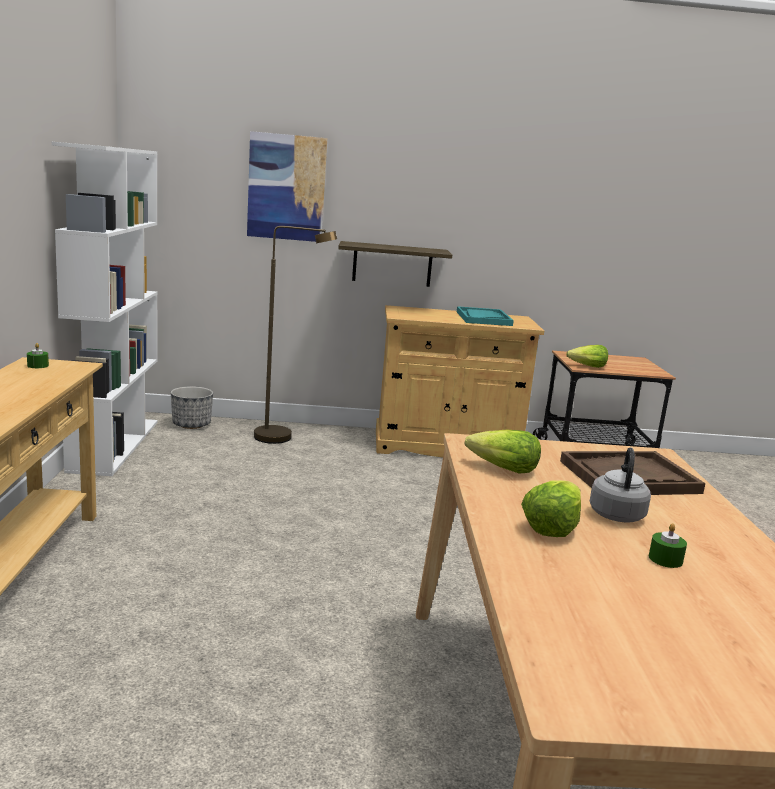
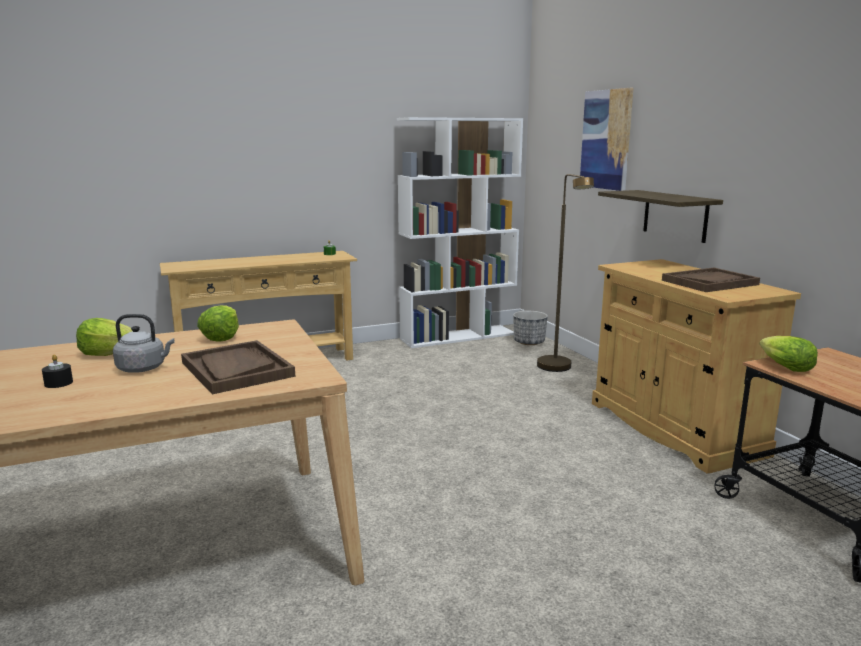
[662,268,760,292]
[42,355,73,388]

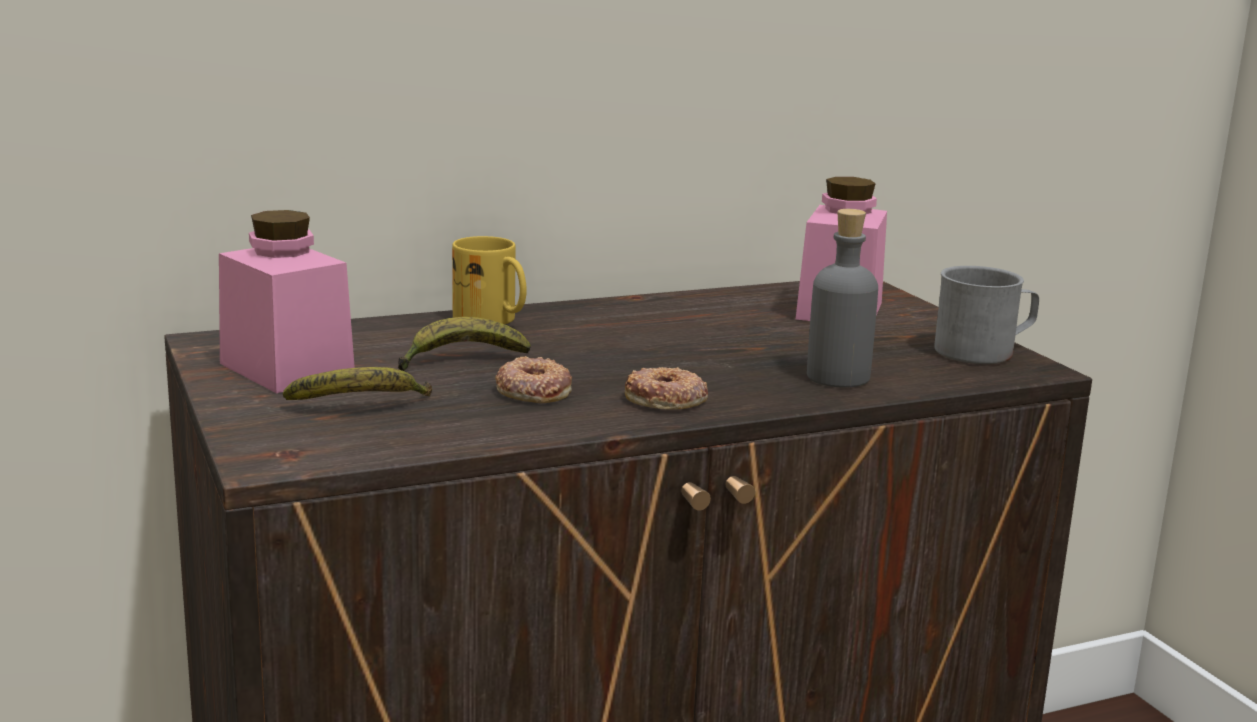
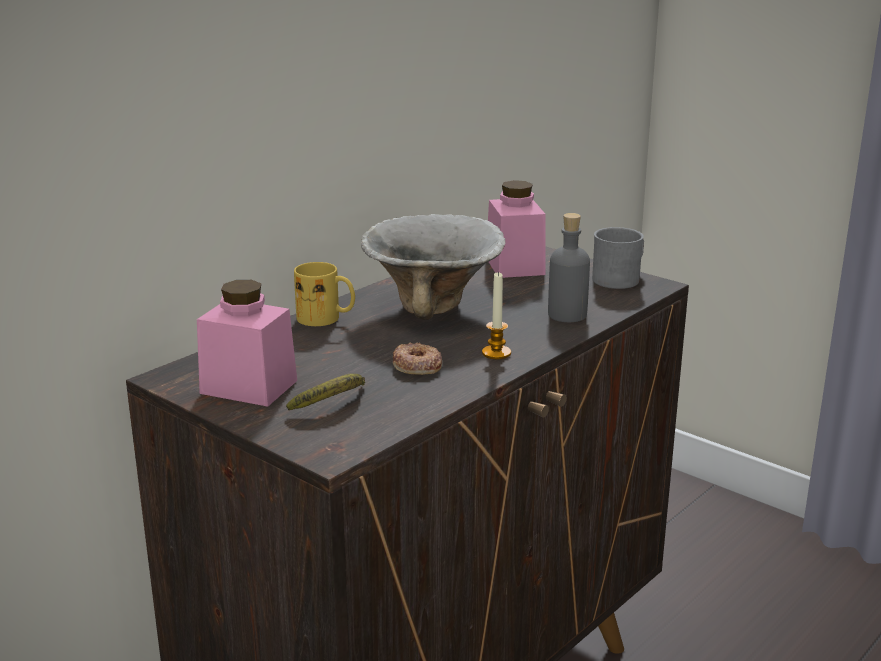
[398,317,531,371] (first image)
[361,214,505,320]
[482,271,511,359]

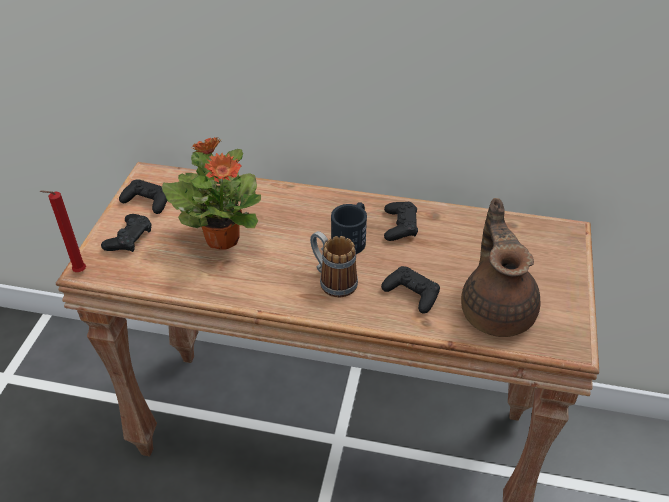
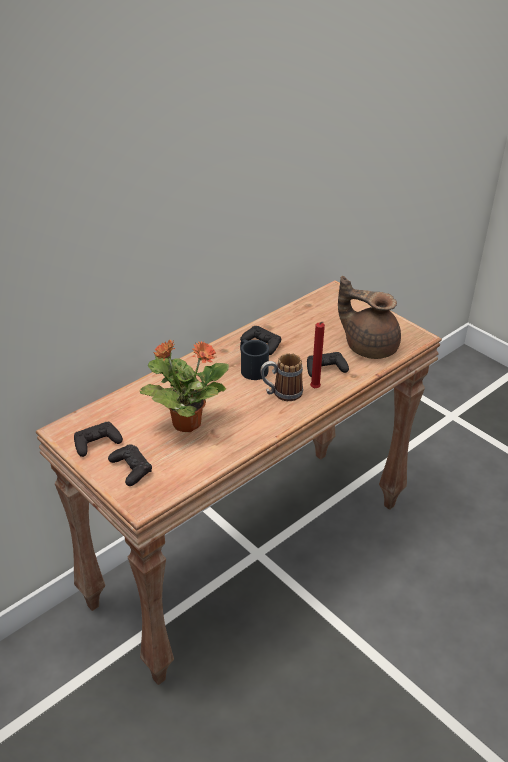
[310,321,325,388]

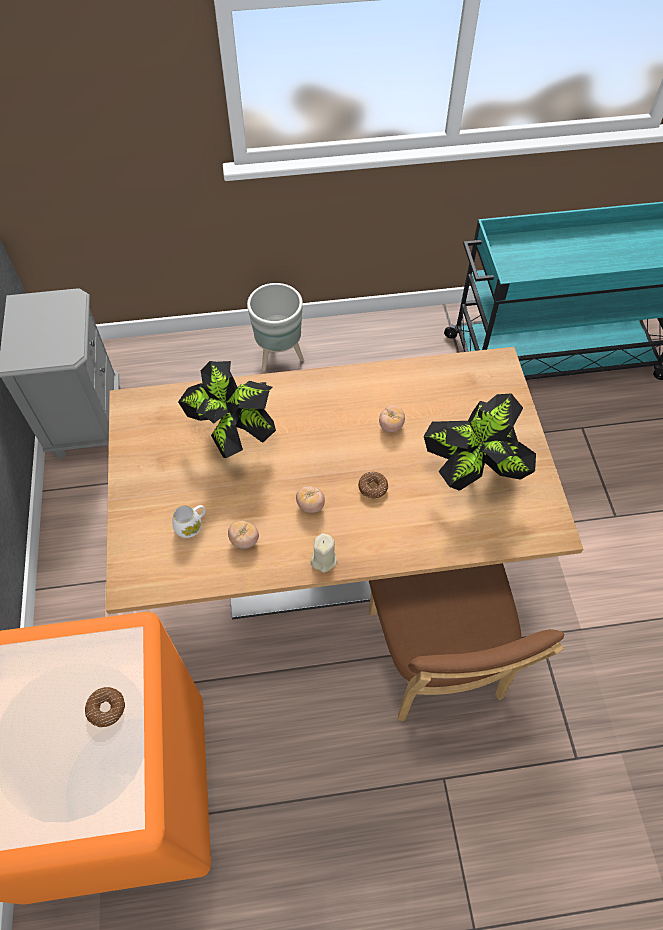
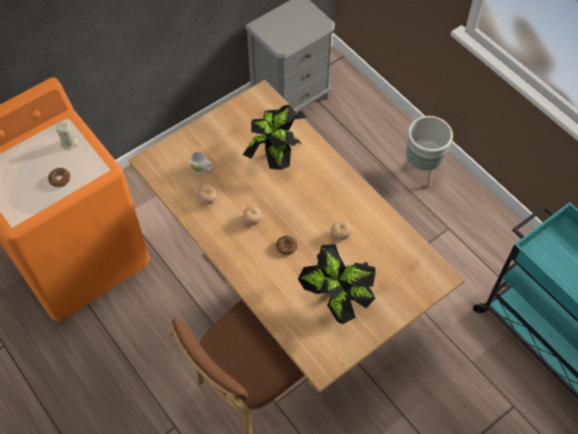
[56,122,79,150]

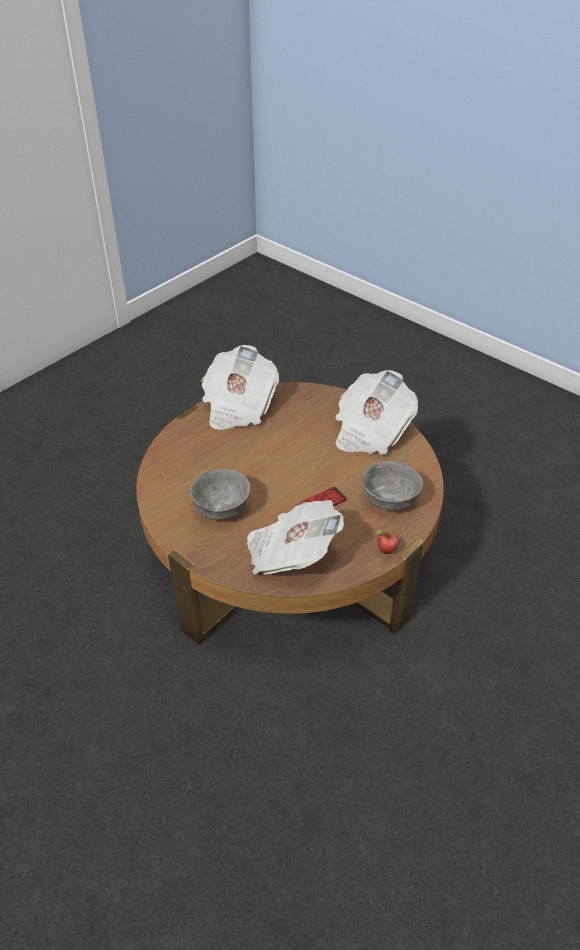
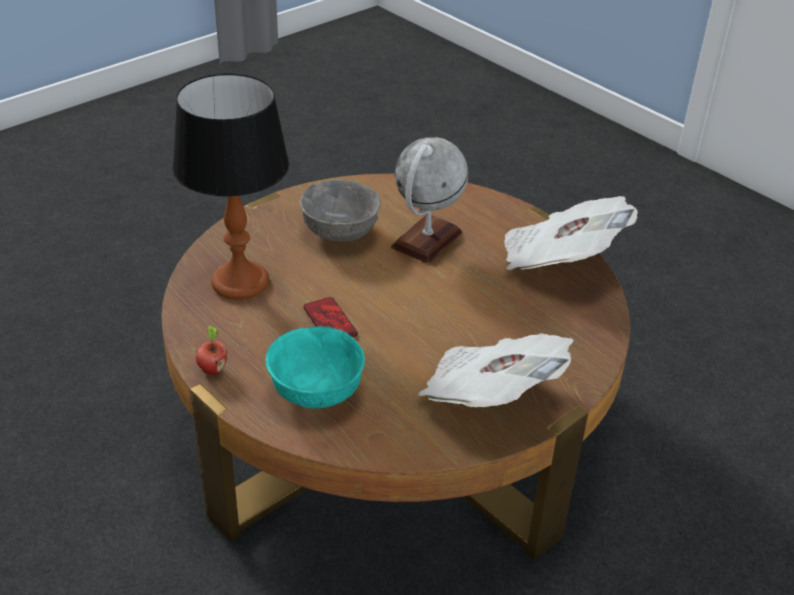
[391,137,468,264]
[172,73,289,300]
[265,326,365,409]

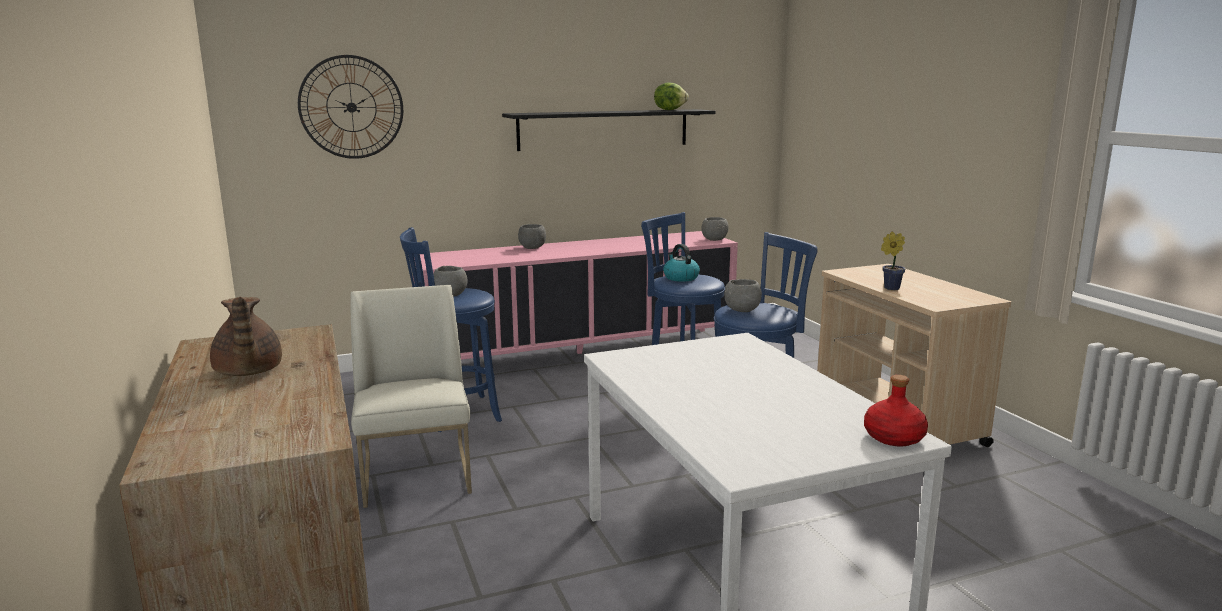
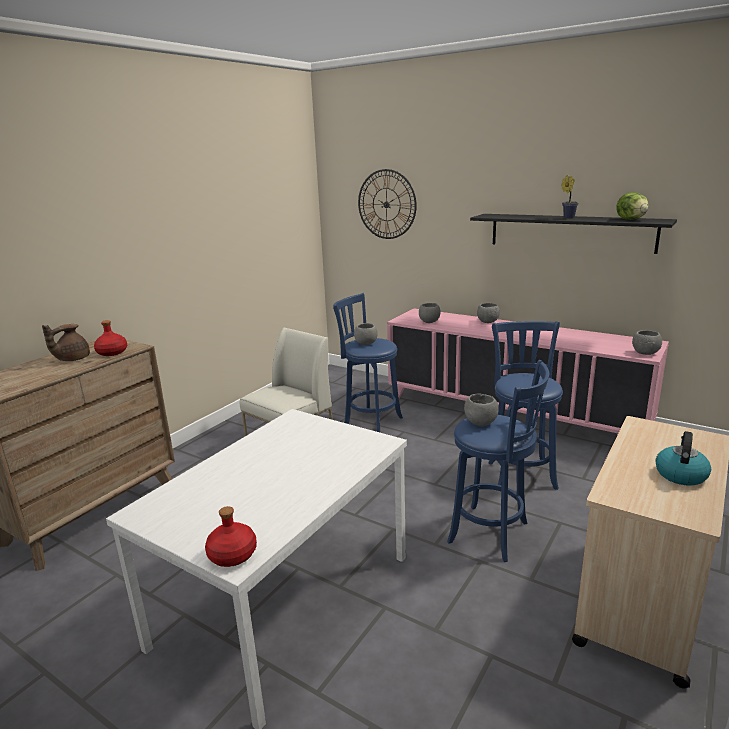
[94,320,127,356]
[419,303,441,323]
[655,431,711,486]
[561,175,579,219]

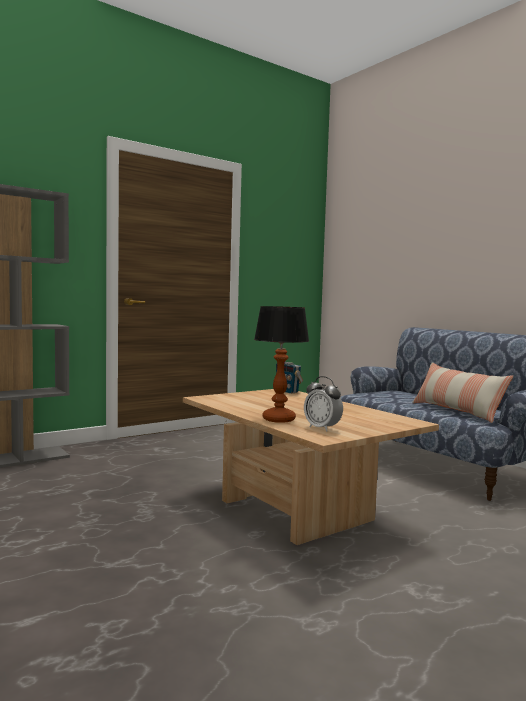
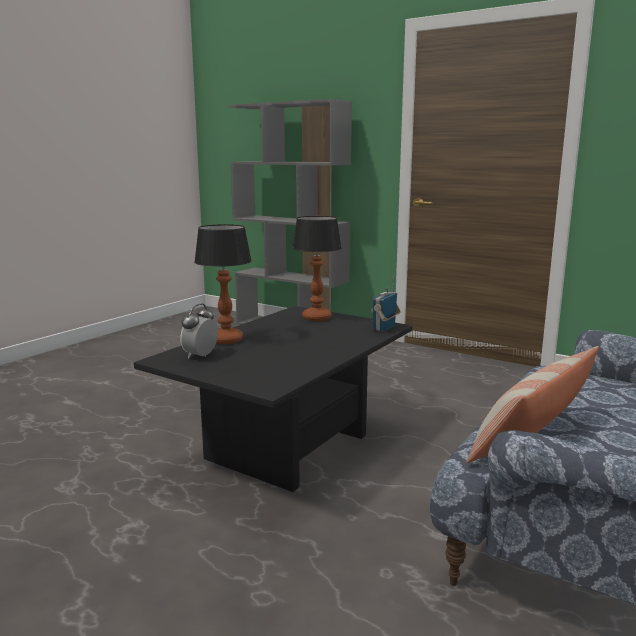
[292,216,342,321]
[134,306,412,492]

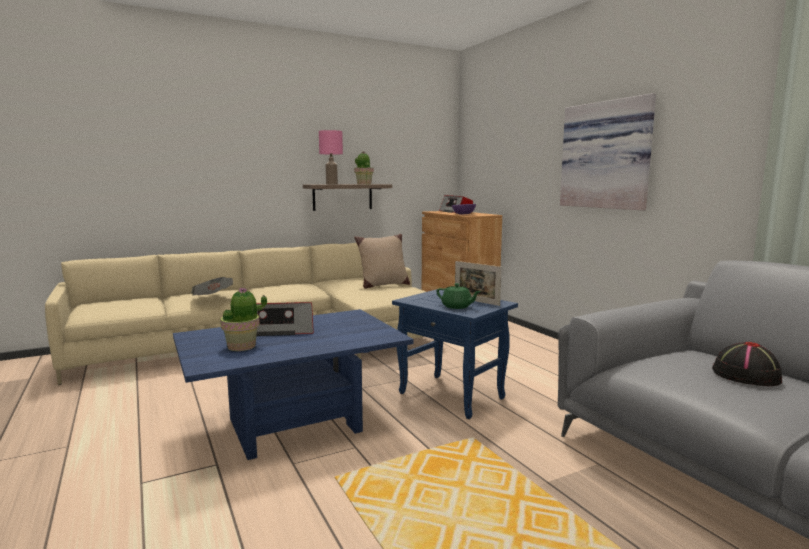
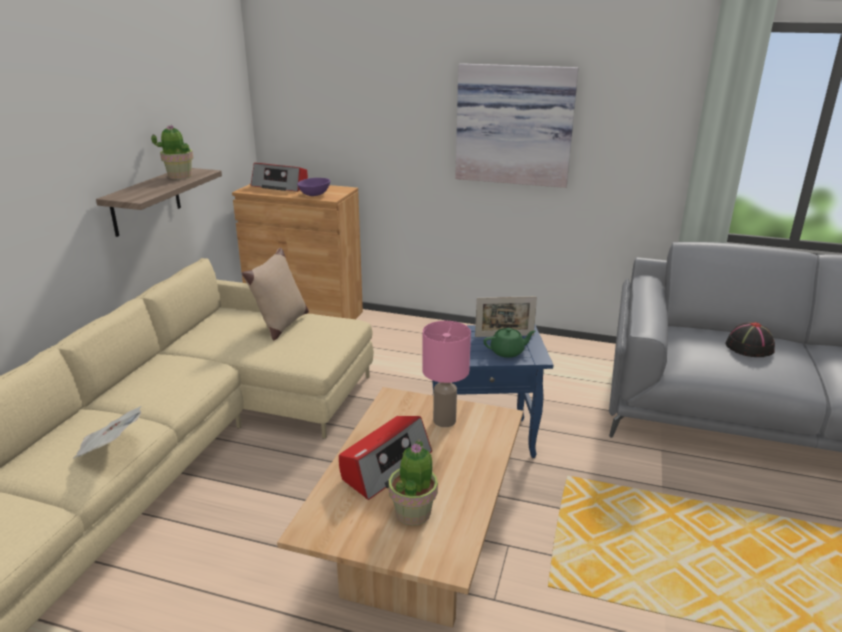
[422,321,471,427]
[277,387,523,628]

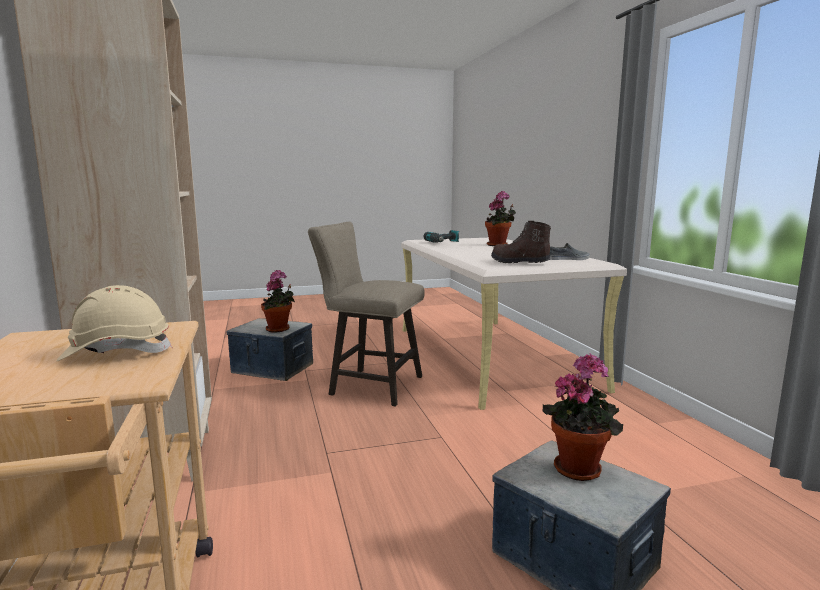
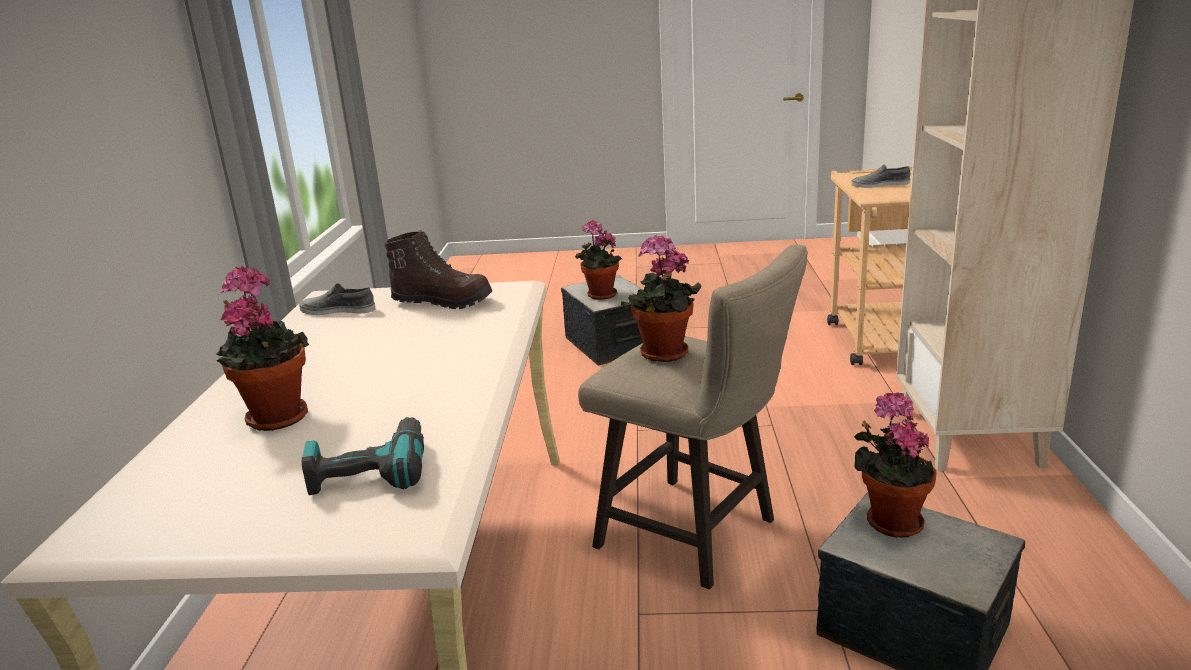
[621,235,701,362]
[851,164,910,188]
[385,230,493,309]

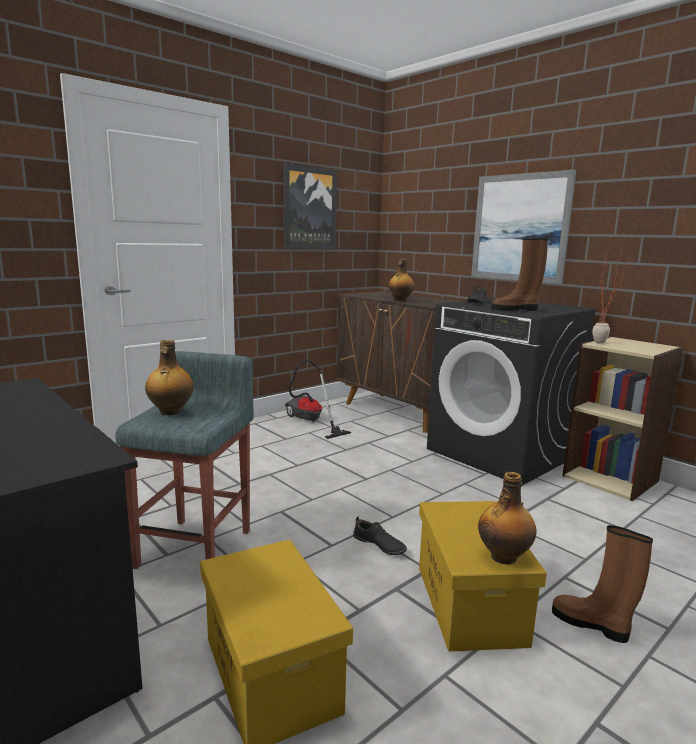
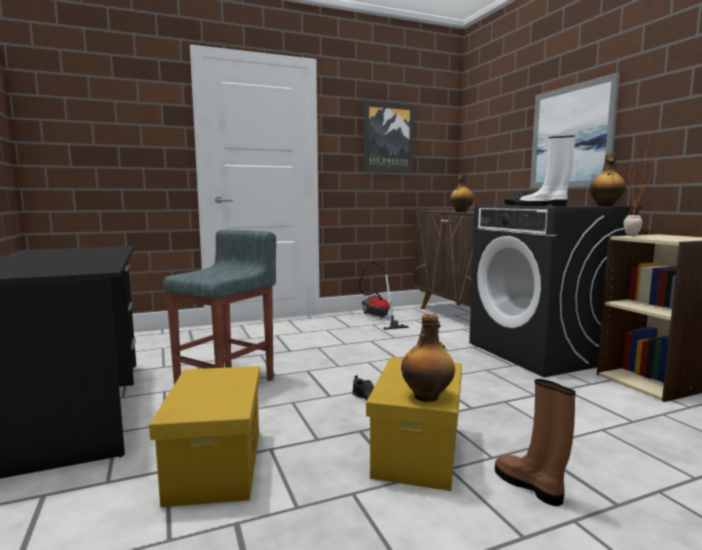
[590,154,626,206]
[519,135,575,206]

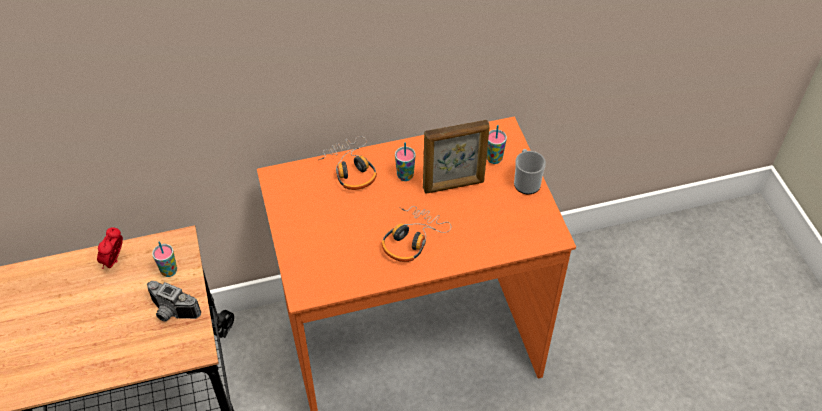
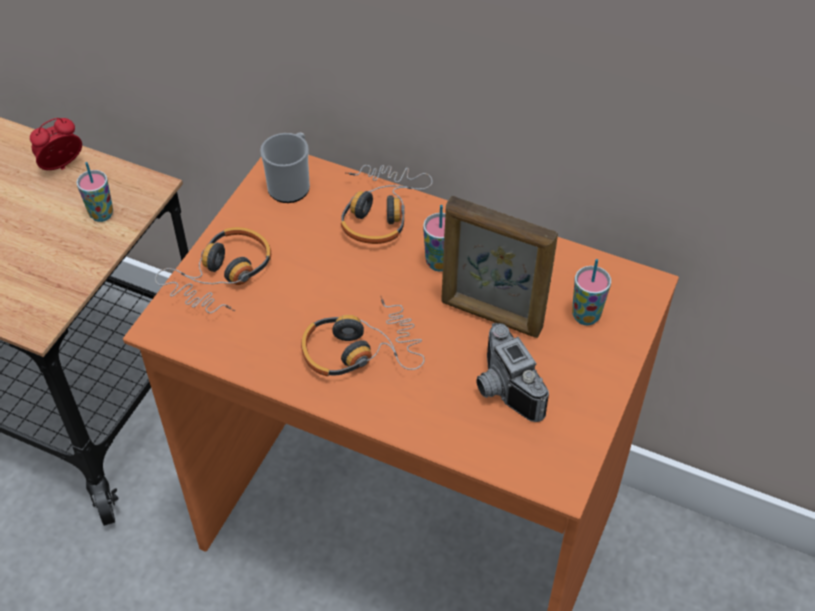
[155,227,271,313]
[476,323,549,422]
[260,133,310,203]

